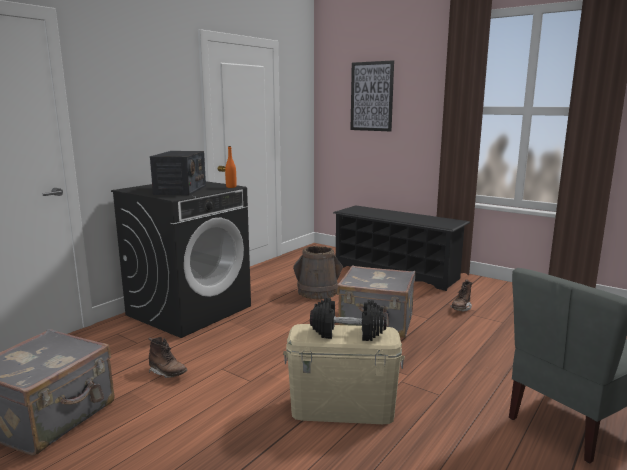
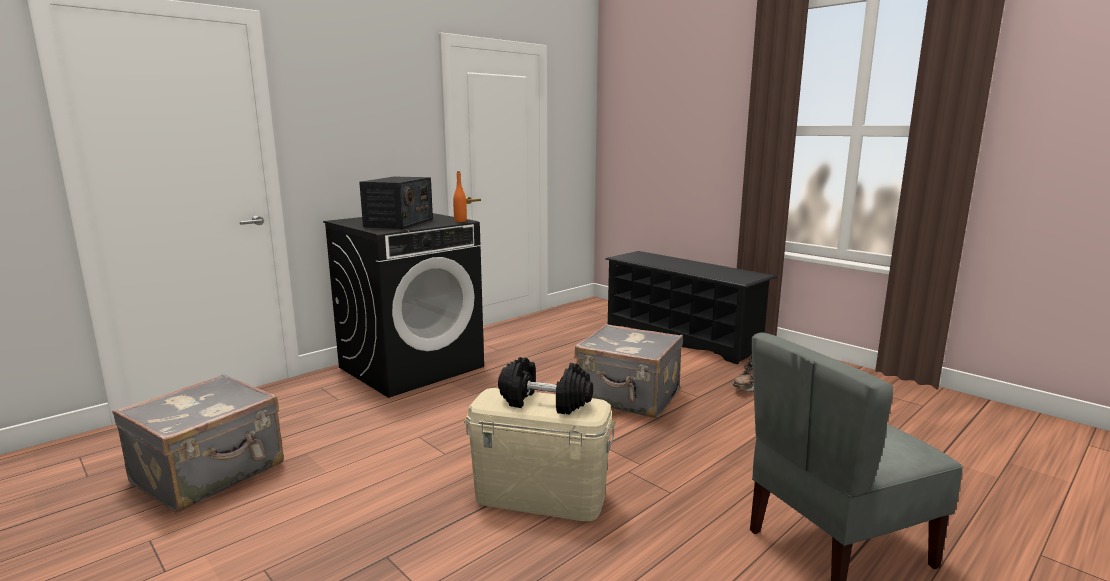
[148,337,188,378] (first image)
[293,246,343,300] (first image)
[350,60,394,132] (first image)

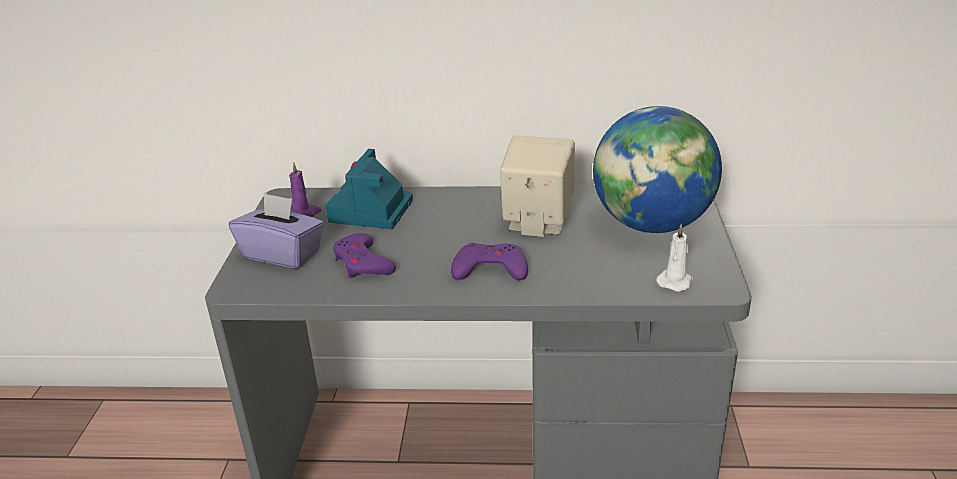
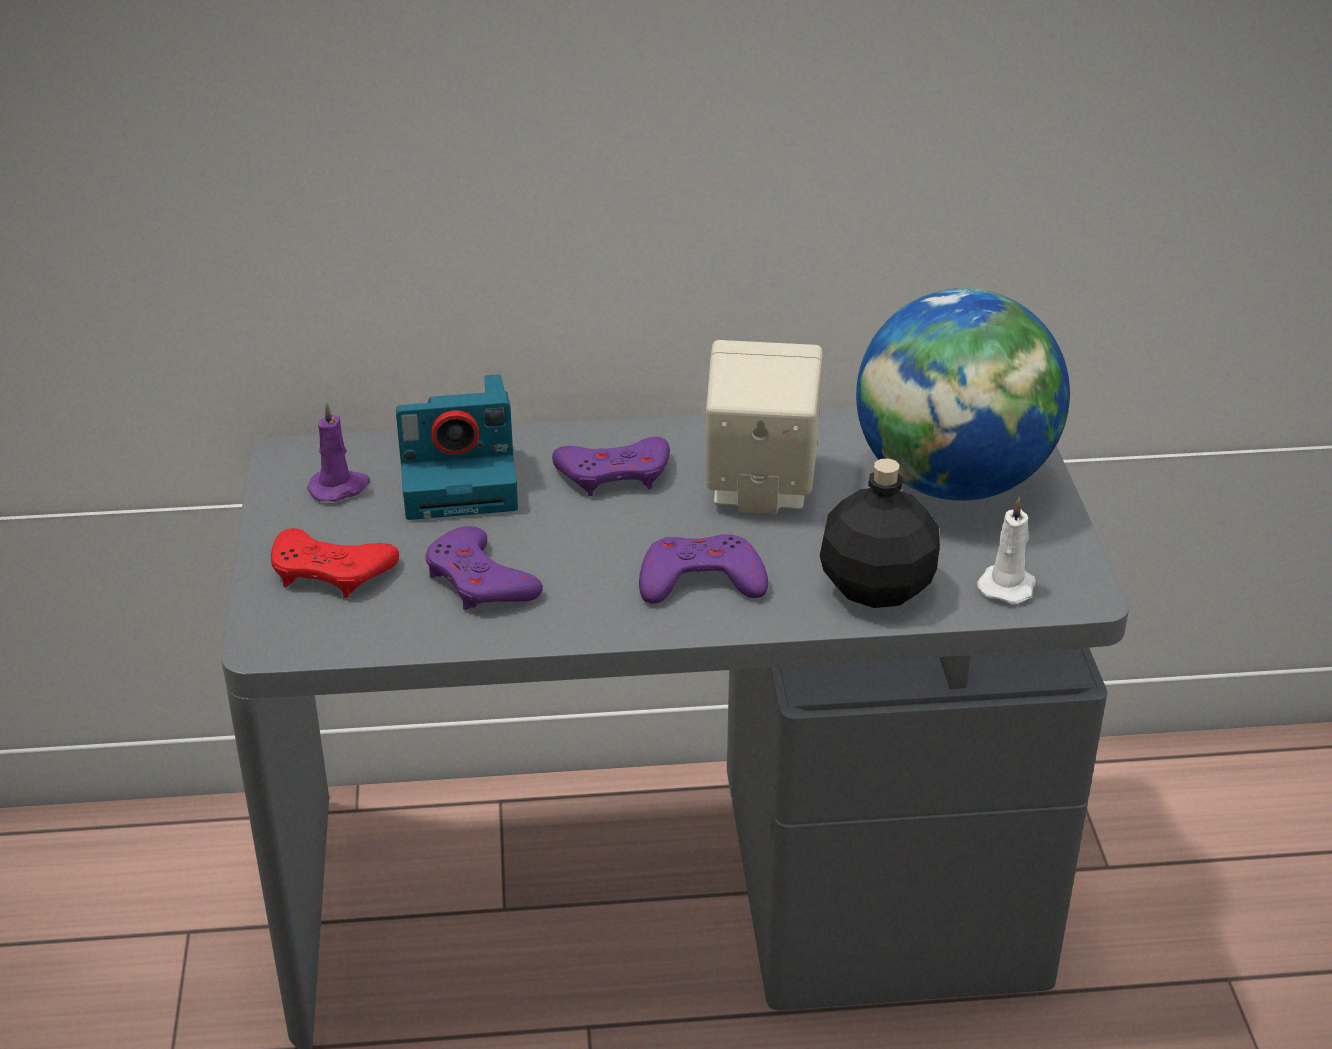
[552,437,670,496]
[820,458,940,608]
[271,528,399,598]
[396,374,518,520]

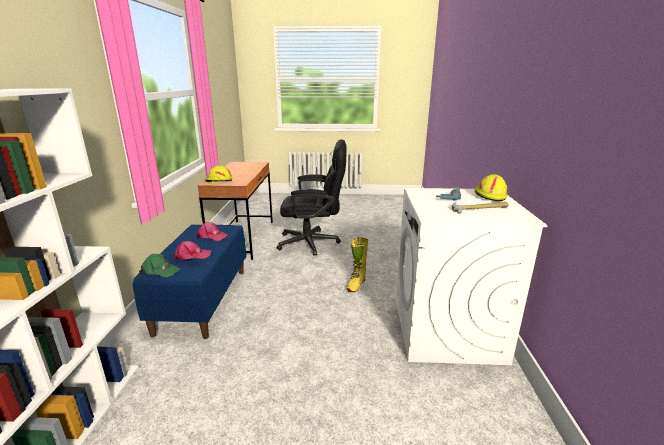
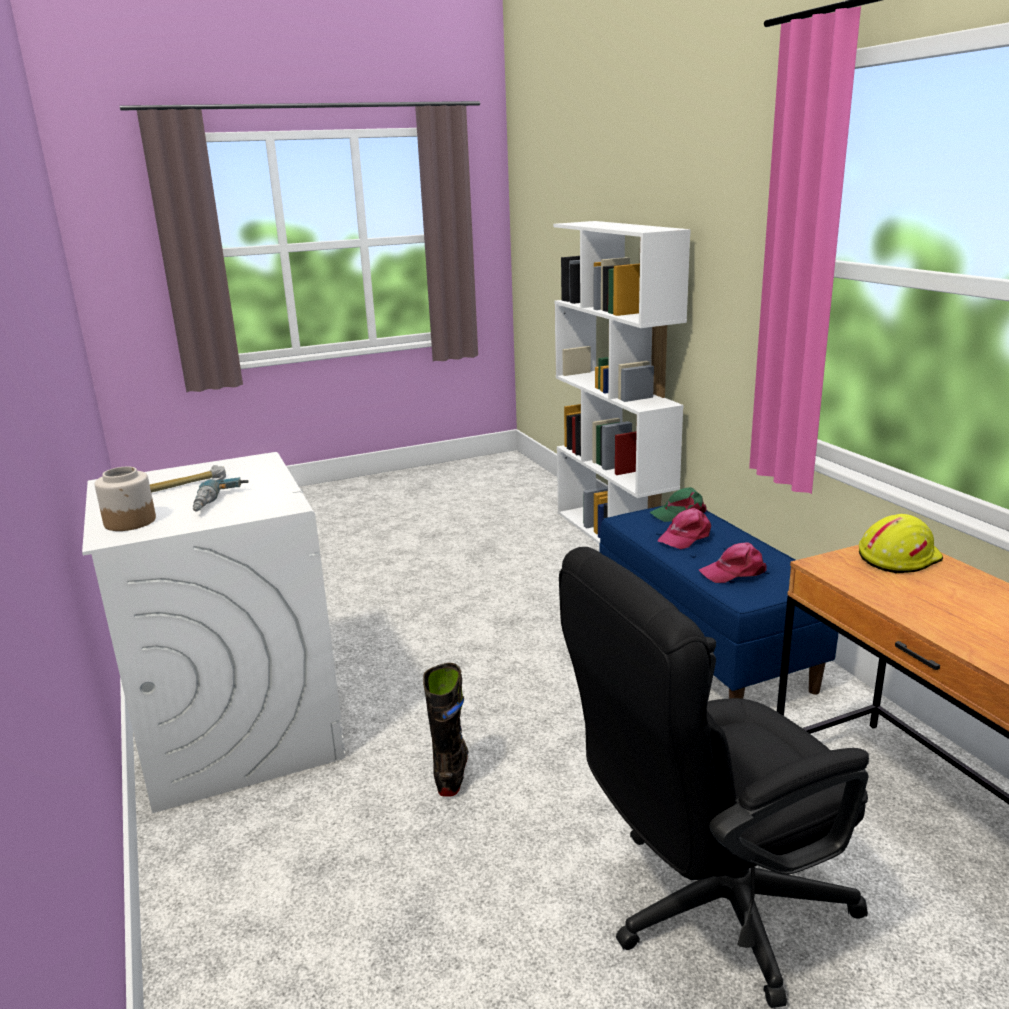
[95,467,156,531]
[423,663,468,797]

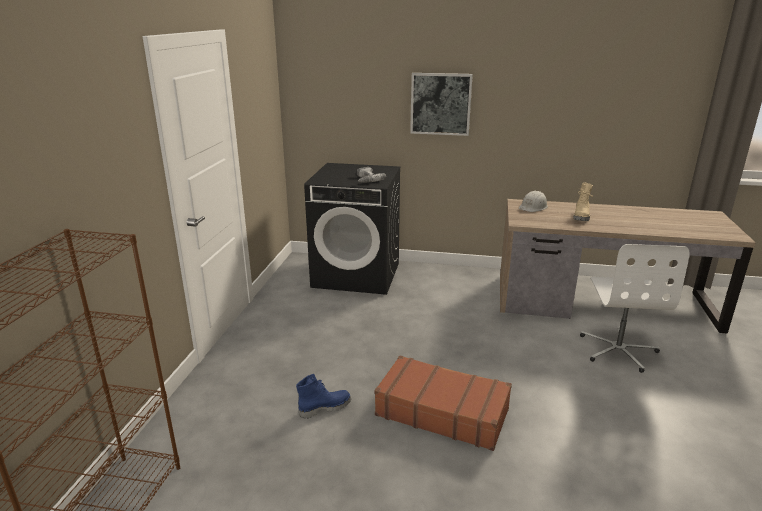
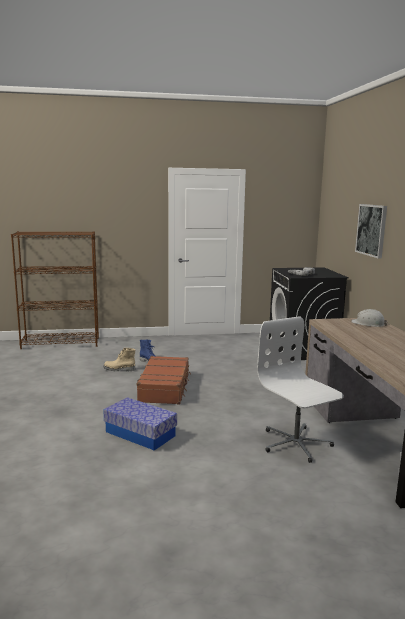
[103,397,177,451]
[104,348,135,372]
[257,316,344,463]

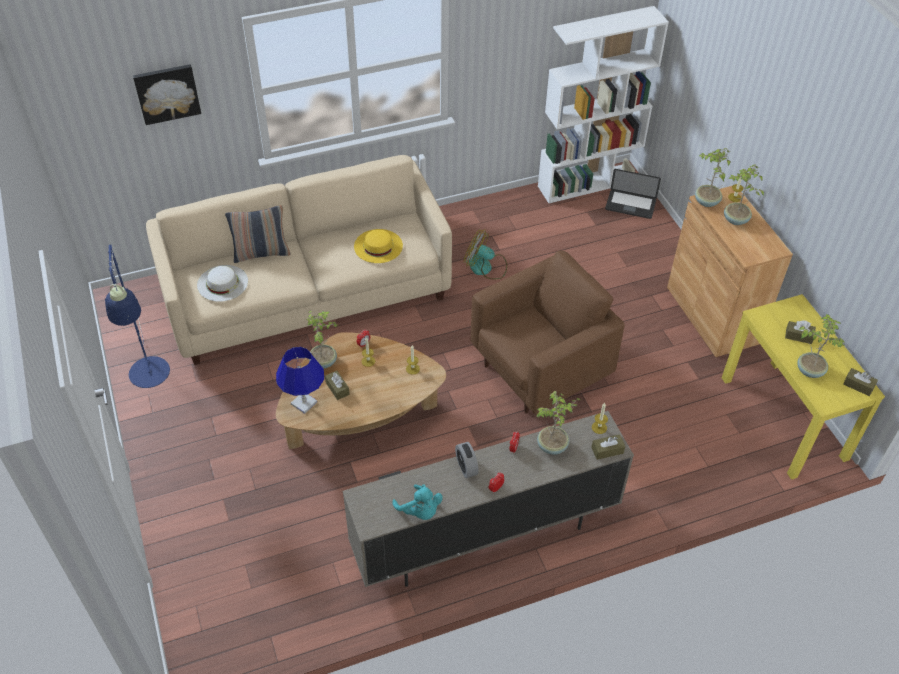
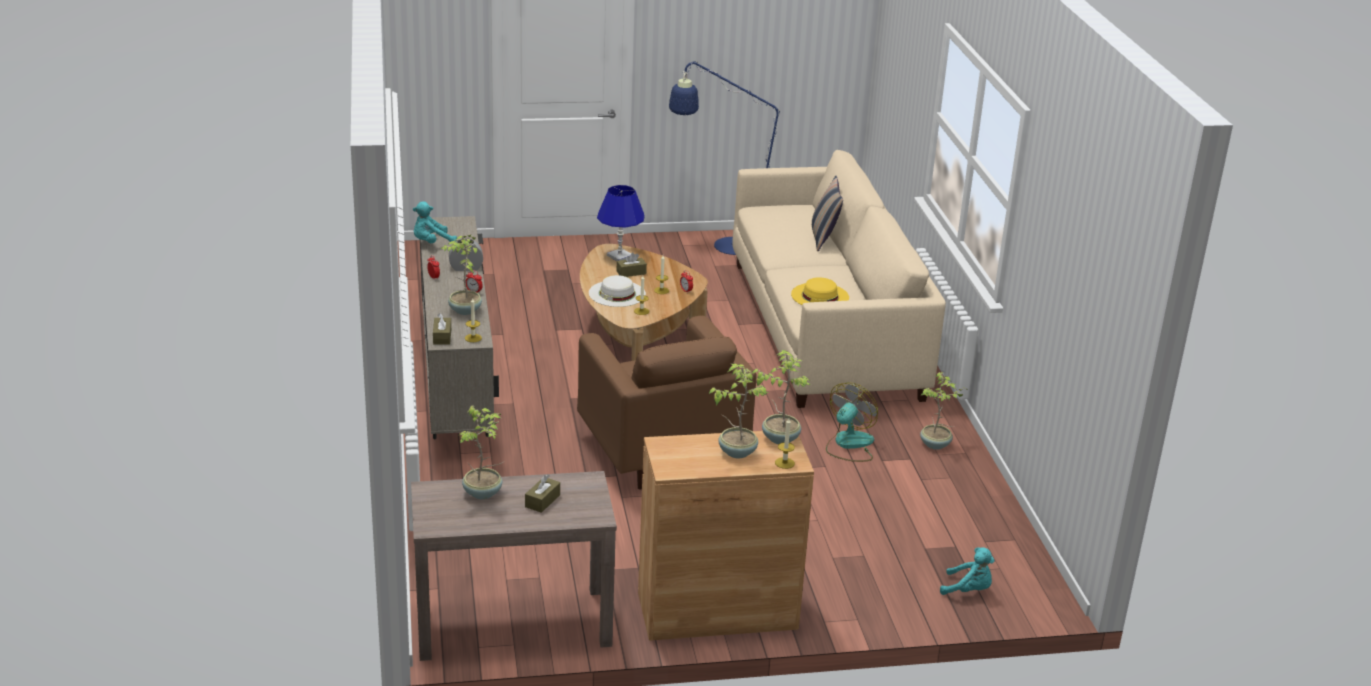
[133,64,201,125] (first image)
[538,6,669,203] (first image)
[843,368,878,396] (first image)
[589,275,646,307]
[920,372,966,450]
[940,547,995,595]
[411,471,617,661]

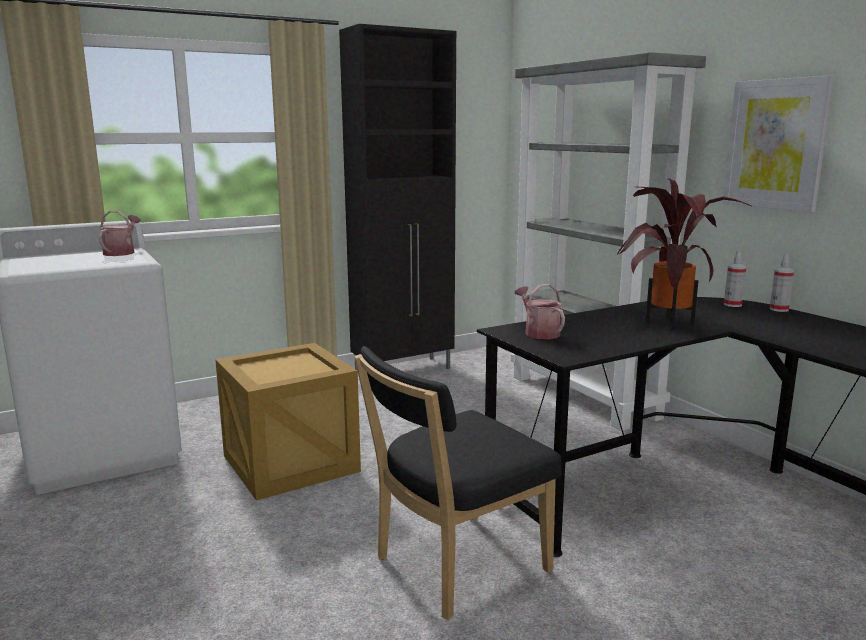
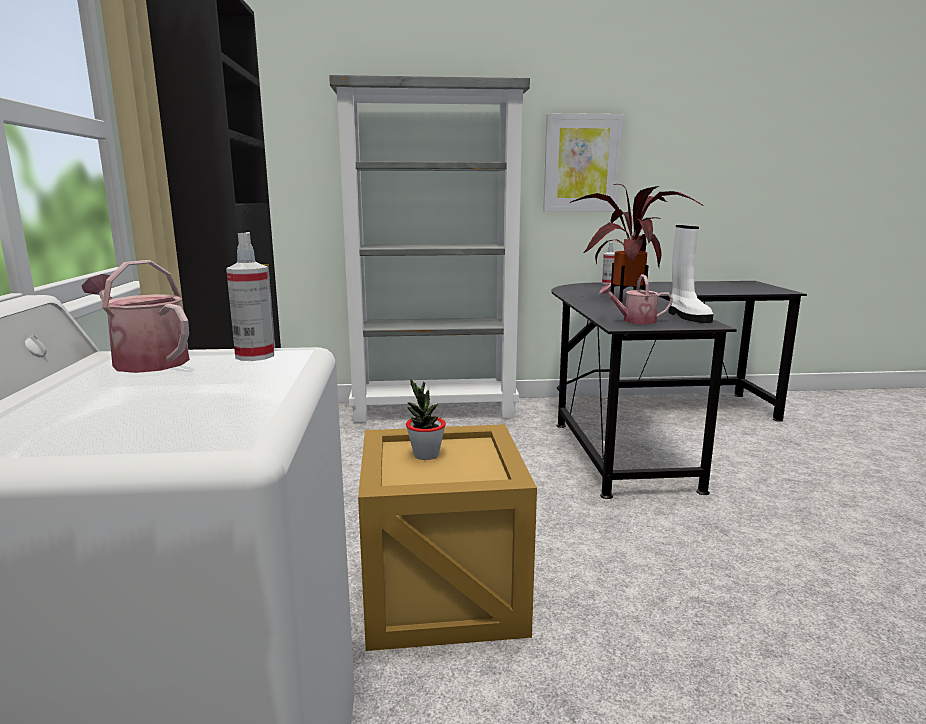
[354,346,562,620] (first image)
[406,379,446,460]
[669,225,713,323]
[226,232,274,361]

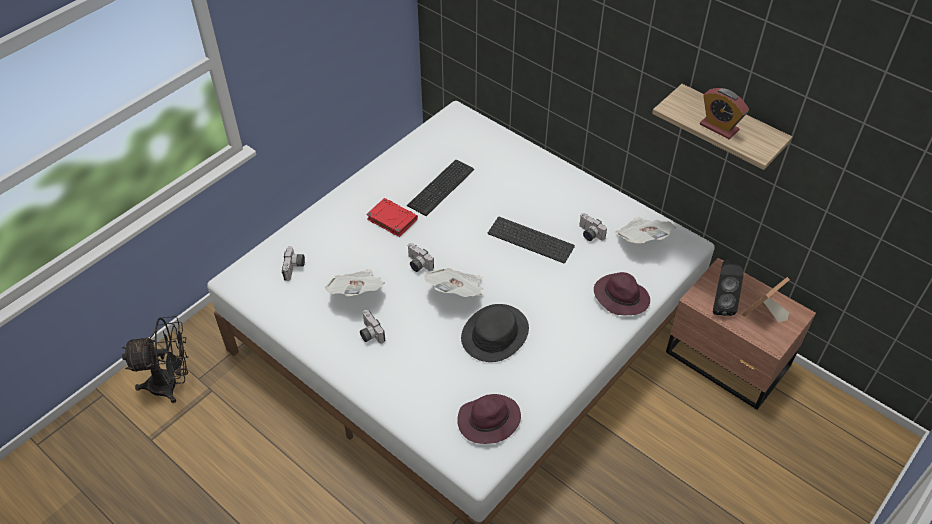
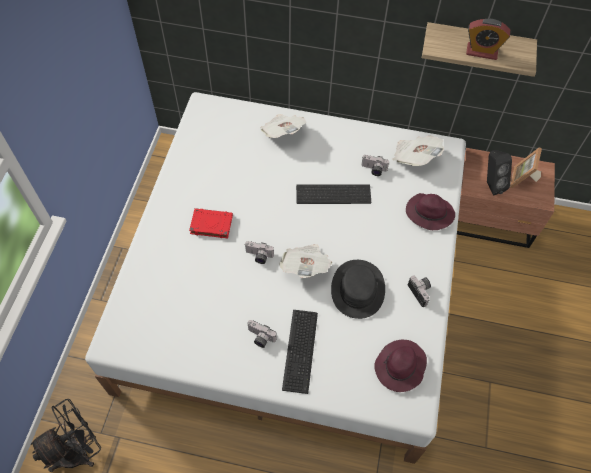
[408,275,431,307]
[260,114,307,138]
[282,310,318,394]

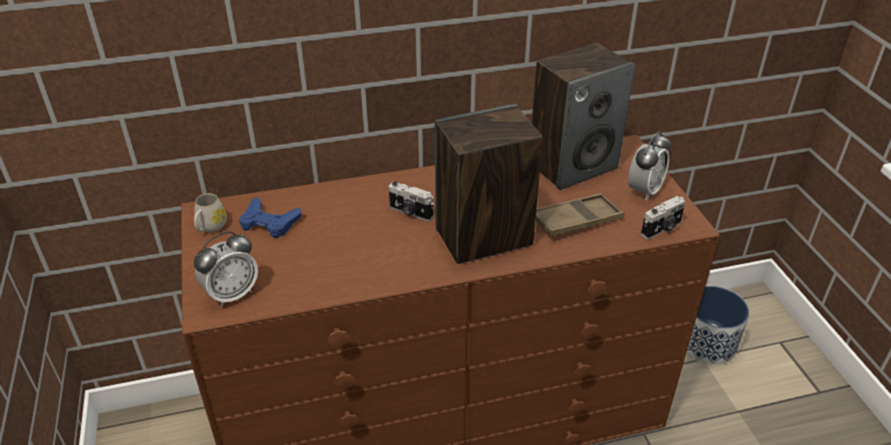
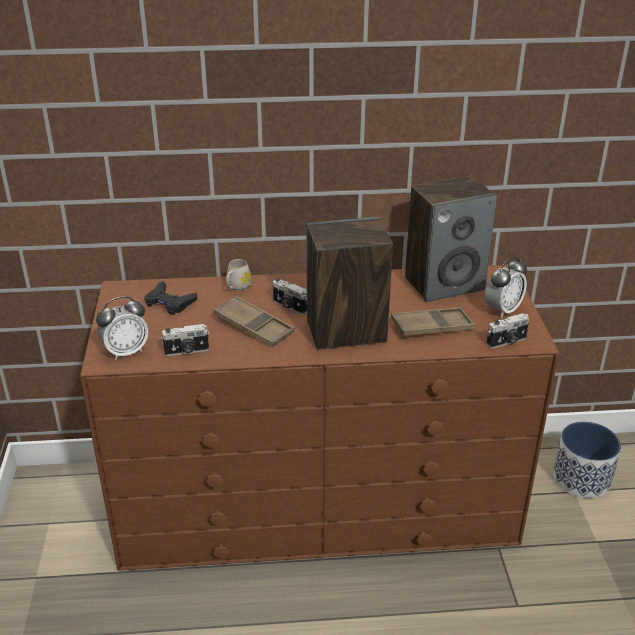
[161,324,210,356]
[213,296,294,347]
[226,259,252,291]
[144,281,197,315]

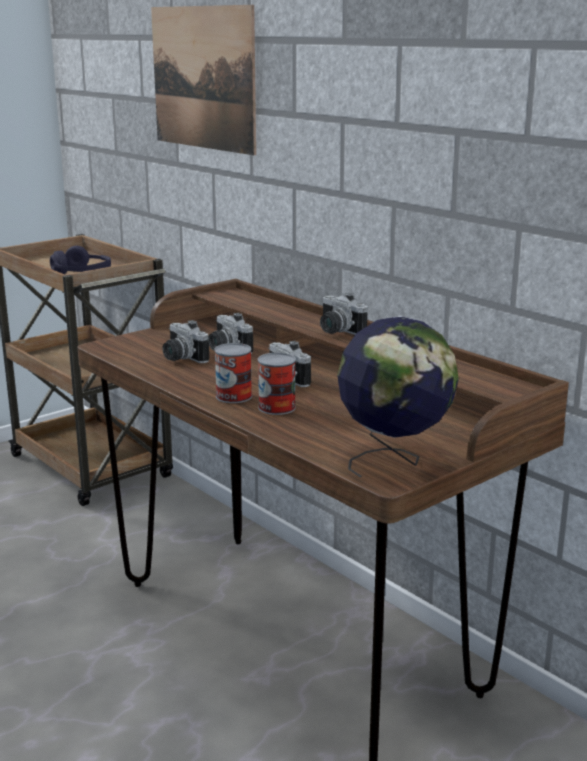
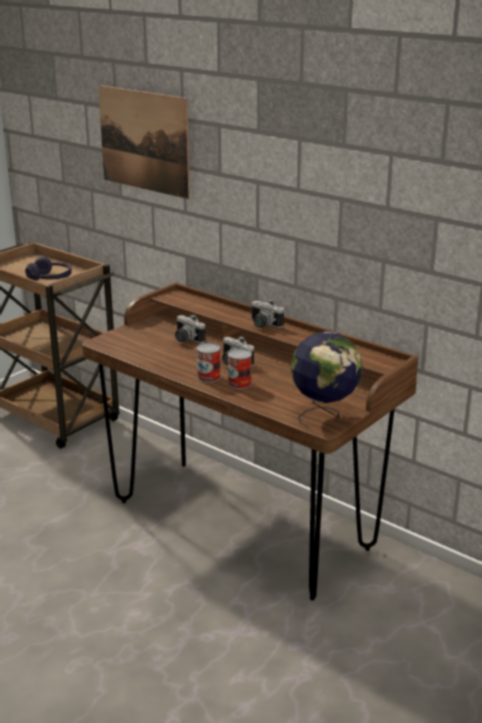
[162,320,209,363] (first image)

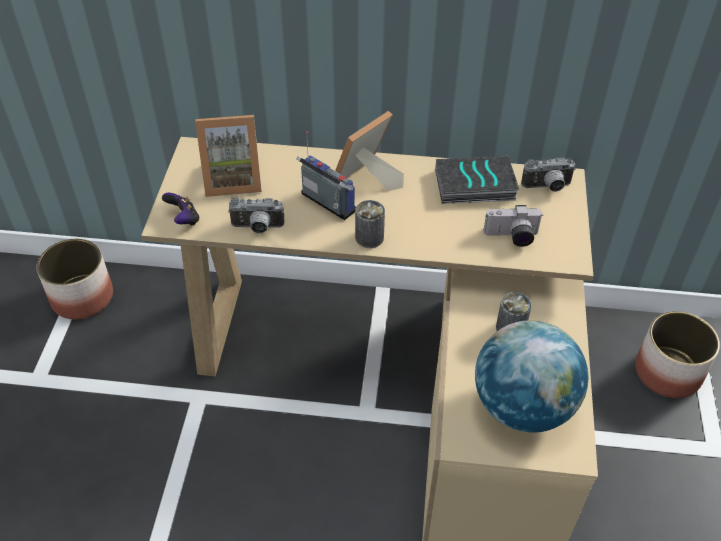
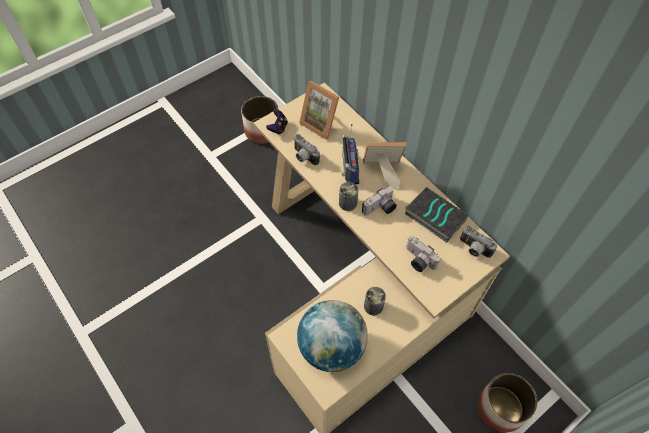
[362,186,397,216]

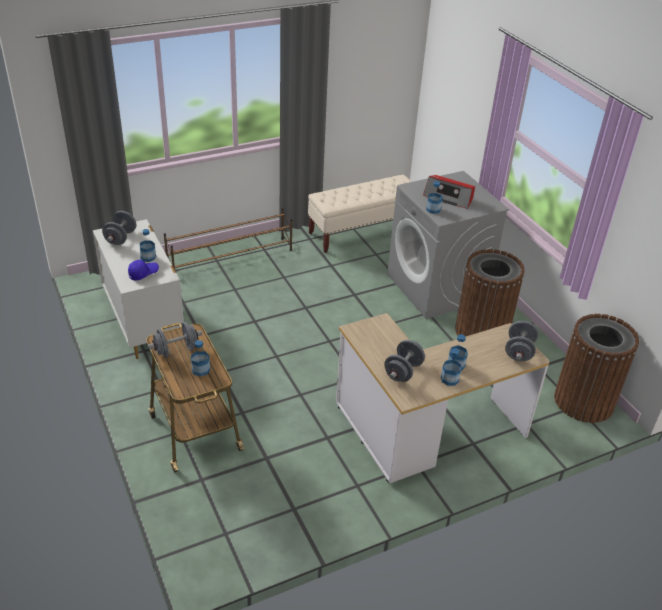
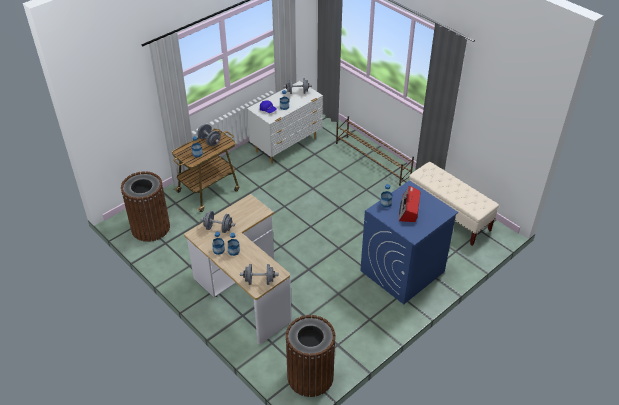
[121,171,170,242]
[361,180,458,304]

